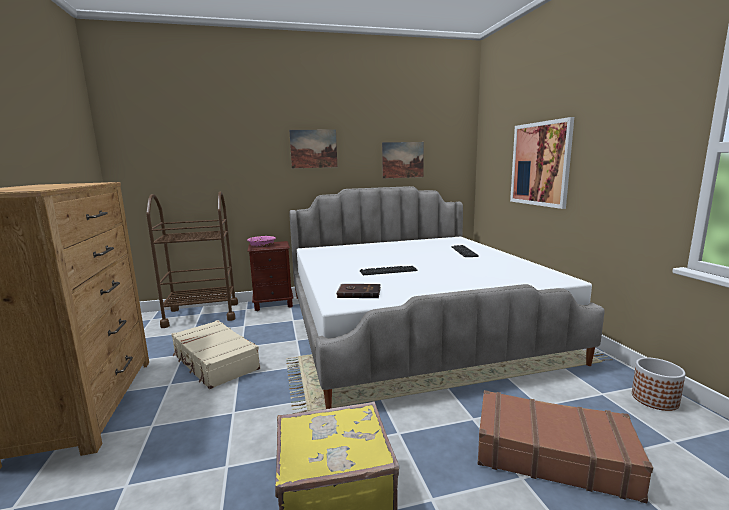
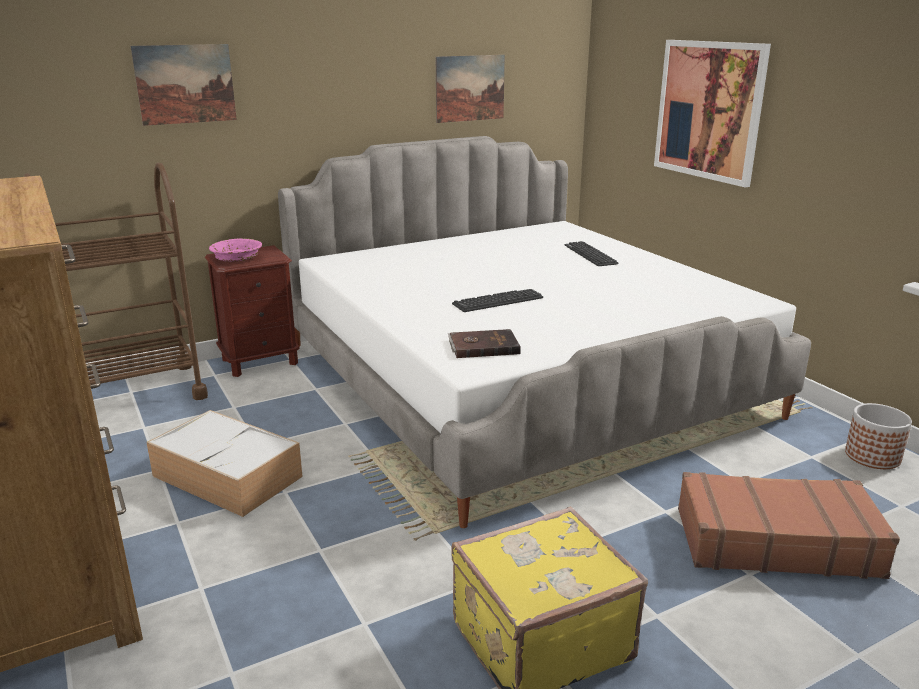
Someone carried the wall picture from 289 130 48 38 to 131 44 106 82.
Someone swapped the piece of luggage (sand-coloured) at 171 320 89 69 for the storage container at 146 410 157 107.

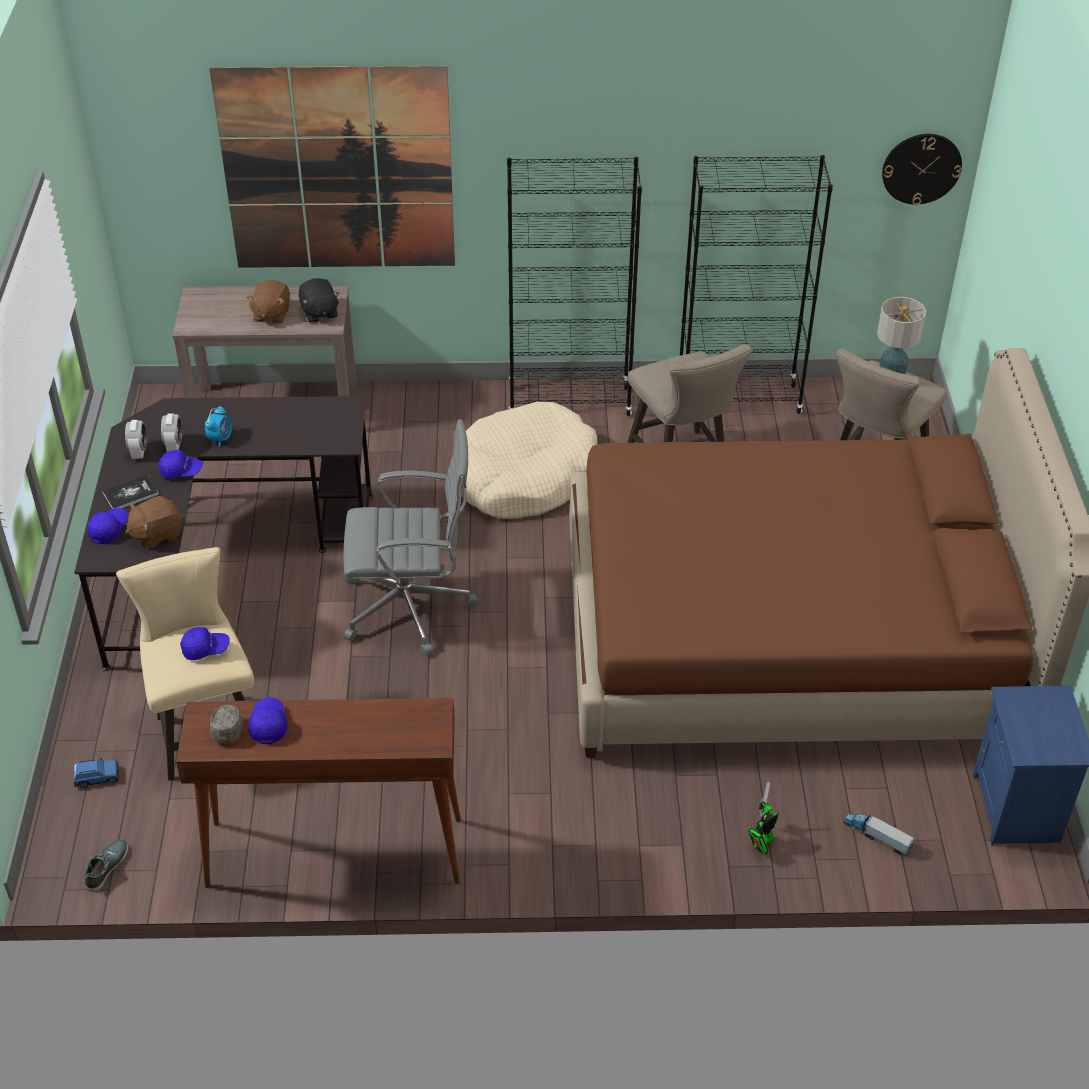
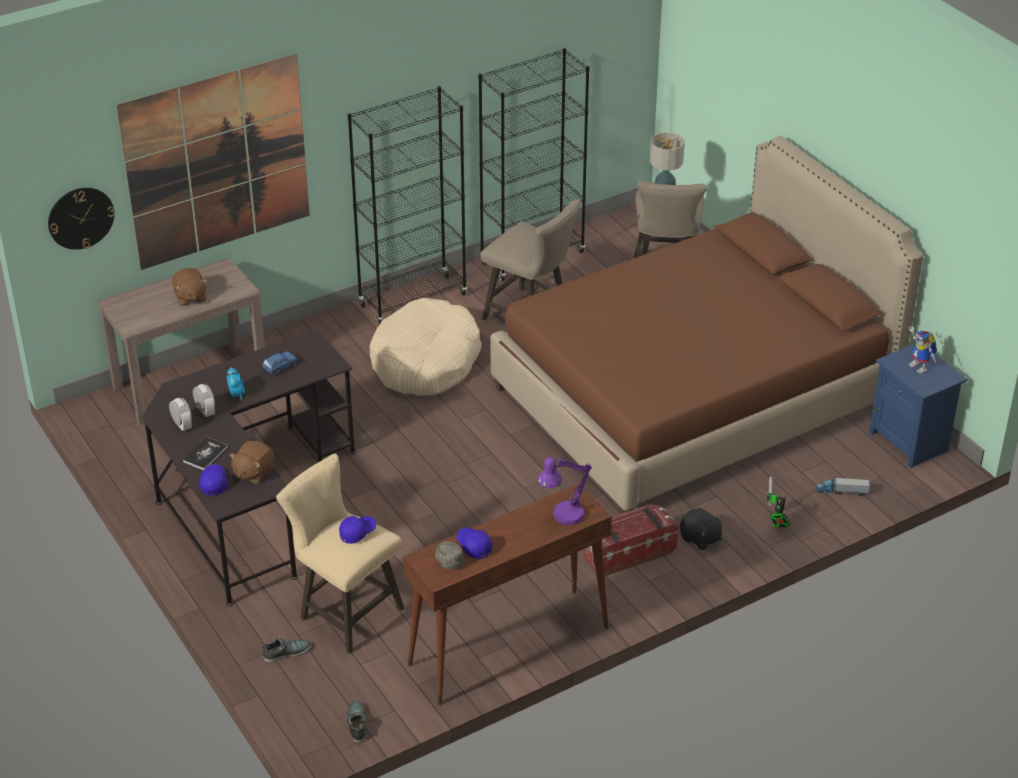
Someone took away the peaked cap (blue) at 159 450 44 29.
Someone took away the computer chair (gray) at 344 419 135 237.
Someone put down the item of footwear at 262 638 49 25.
Someone put down the table lamp (purple-coloured) at 538 456 54 69.
Someone put down the storage container at 582 504 96 72.
Someone put down the toy robot at 909 326 28 48.
Someone carried the model car (blue) from 74 758 45 30 to 262 351 36 25.
Someone carried the soft toy (blackish) from 299 278 41 45 to 680 508 42 42.
Someone carried the clock on the wall from 882 134 80 71 to 48 188 67 62.

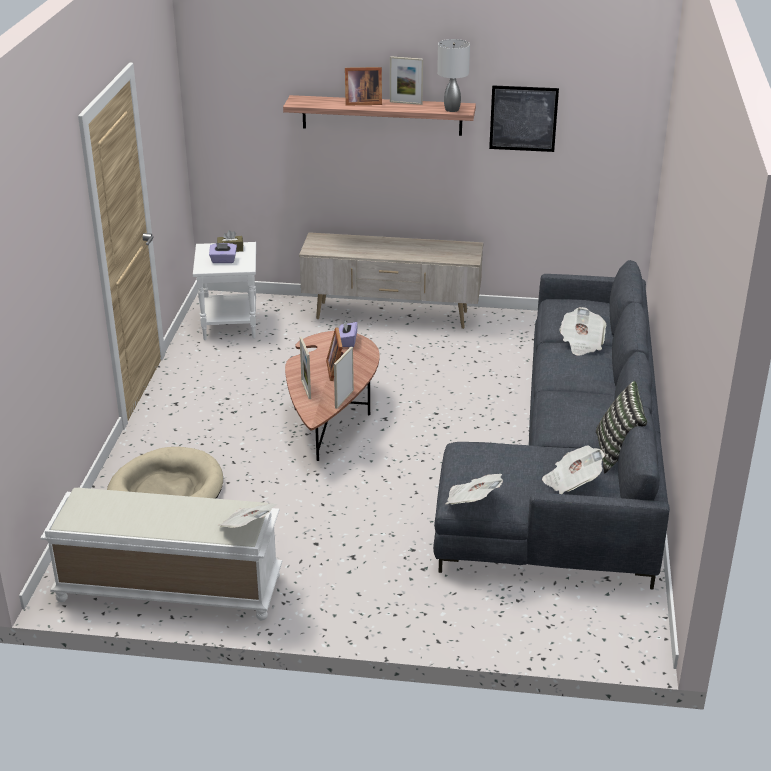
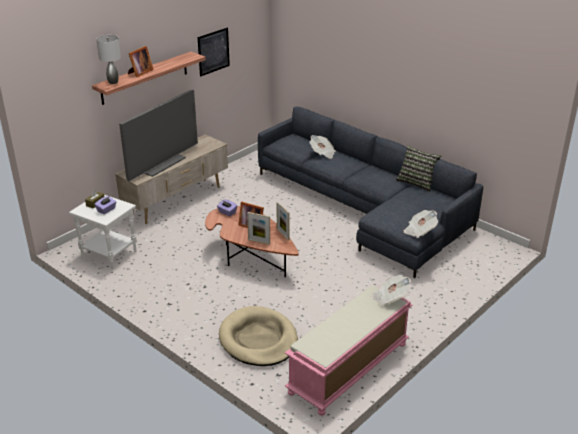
Someone took away the standing frame at 390 56 33 49.
Someone took away the printed paper at 542 446 63 48.
Someone put down the TV set at 119 90 79 92.
Someone carried the table lamp (gray) from 437 39 33 73 to 96 35 25 49.
Someone repainted the indoor bench (white) at 40 488 242 132, which became the indoor bench (pink) at 285 285 127 131.

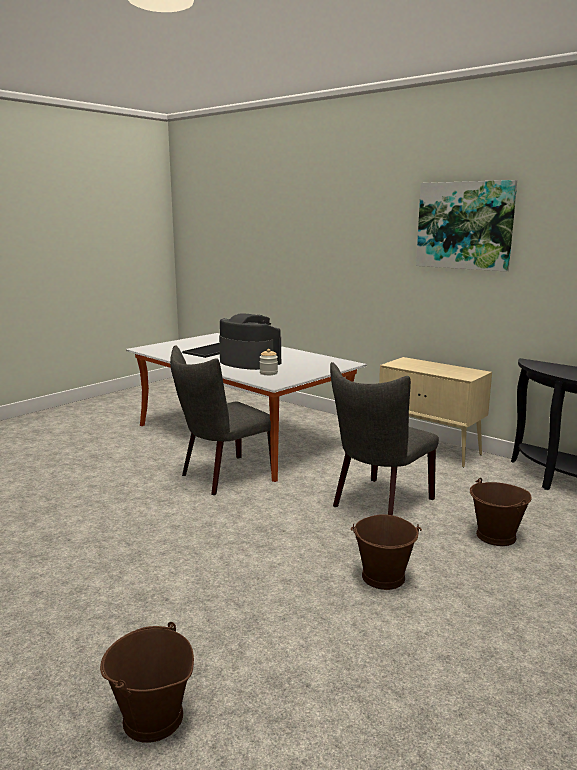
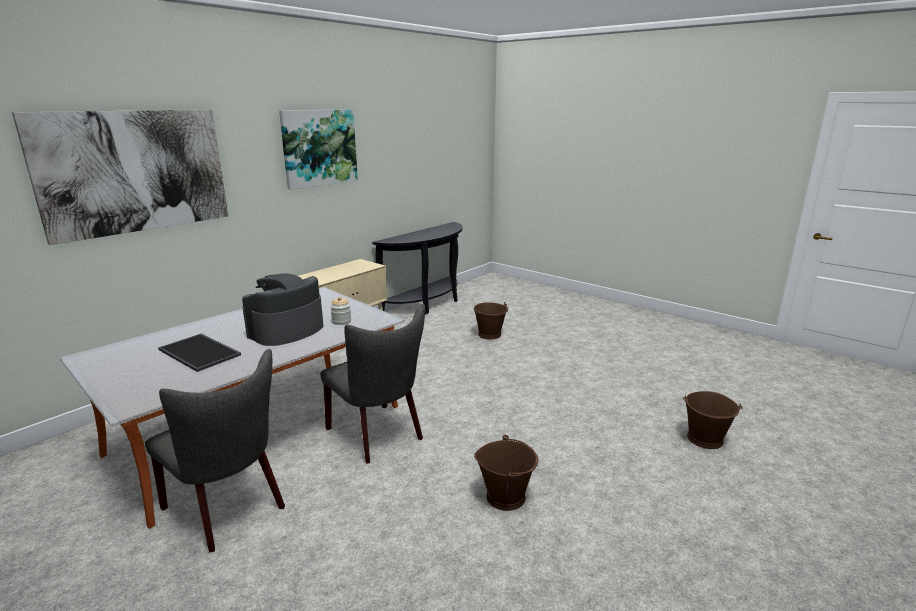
Someone put up the wall picture at 12 110 216 135.
Someone carried the plain chair (gray) from 330 362 109 153 to 145 349 140 204.
Someone carried the bucket (brown-coloured) from 351 514 71 76 to 474 435 64 76.

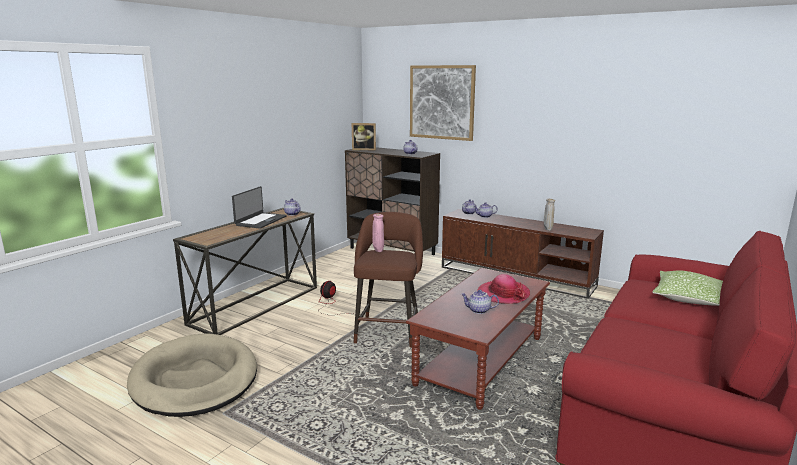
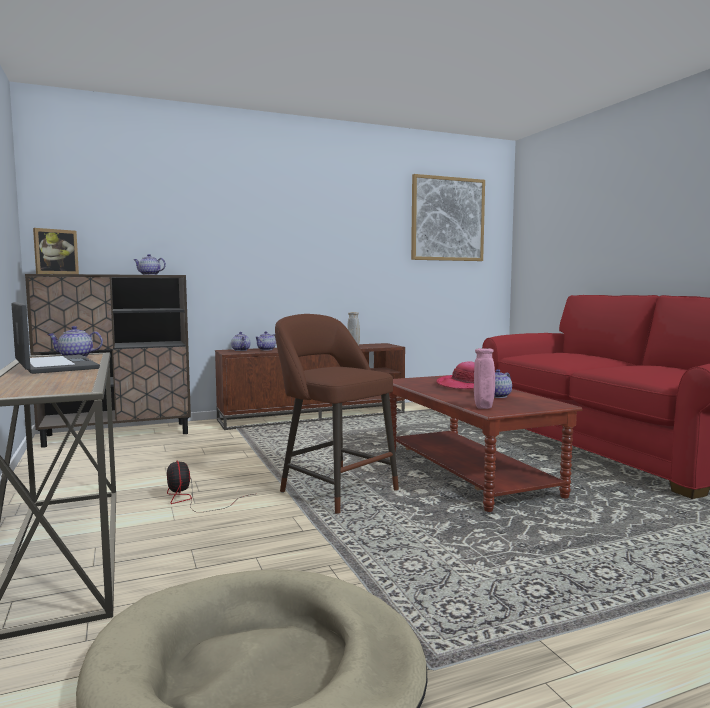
Someone took away the cushion at 652 270 71 36.
Someone carried the vase (pink) from 372 214 12 38 to 474 348 21 61.
Someone carried the wall picture from 410 65 66 76 to 411 174 74 87.

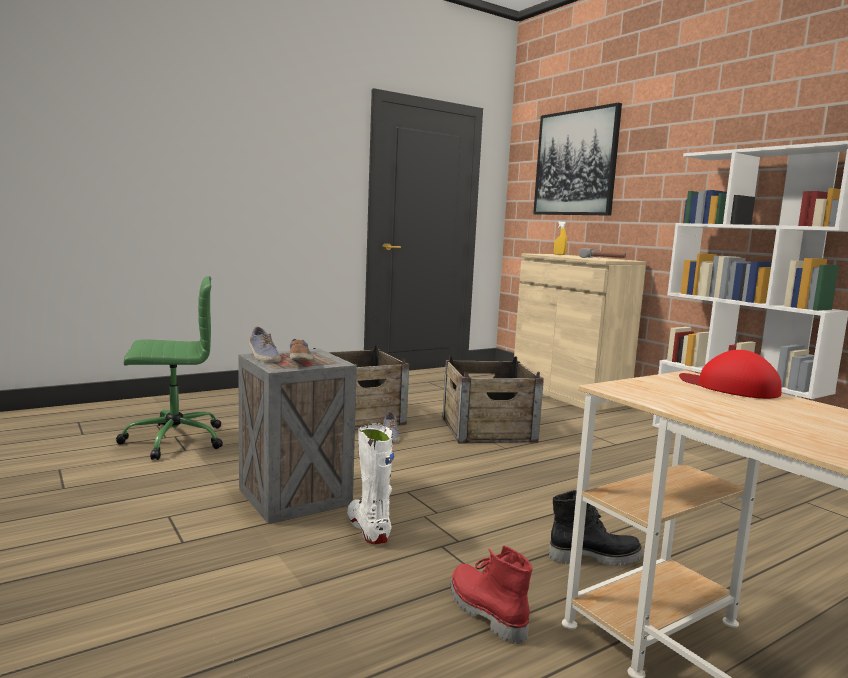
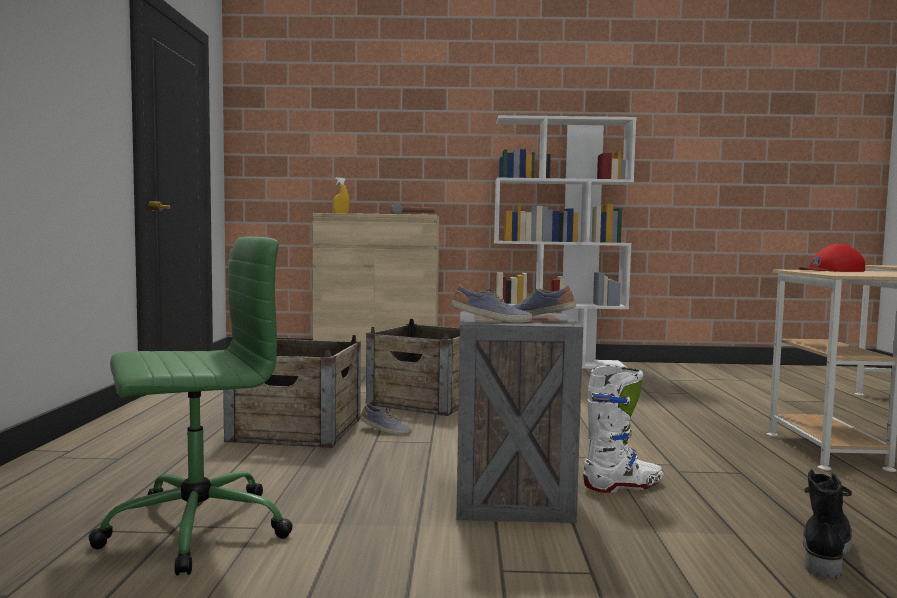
Someone took away the tall boot (reddish) at 451 545 82 99.
Someone took away the wall picture at 533 103 89 113.
Someone carried the tall boot (blackish) from 549 490 94 76 to 803 469 49 110.
Someone rotated the computer chair (greenish) at 116 276 107 184 by 45 degrees clockwise.
Someone rotated the tall boot (white) at 347 423 47 121 by 150 degrees clockwise.

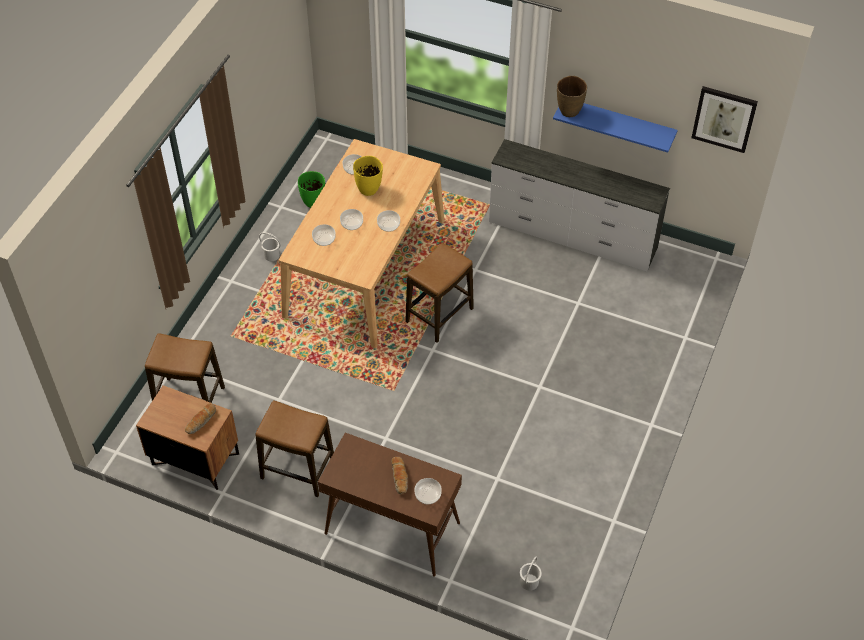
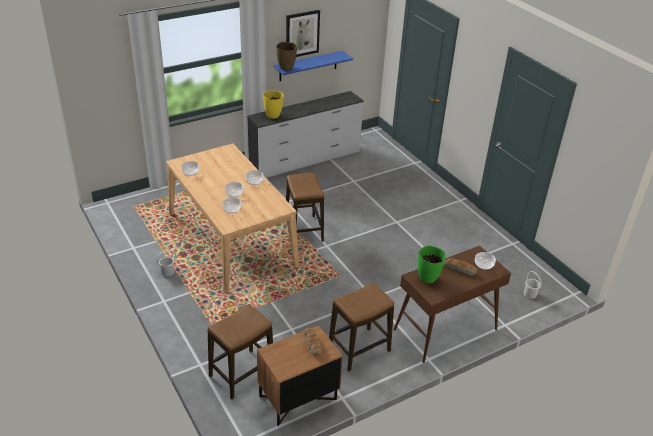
Someone carried the vase (greenish) from 298 171 27 37 to 418 246 28 37.
Someone carried the vase (yellowish) from 353 156 30 40 to 263 90 21 29.
Someone carried the wall picture from 691 86 67 67 to 286 10 34 47.

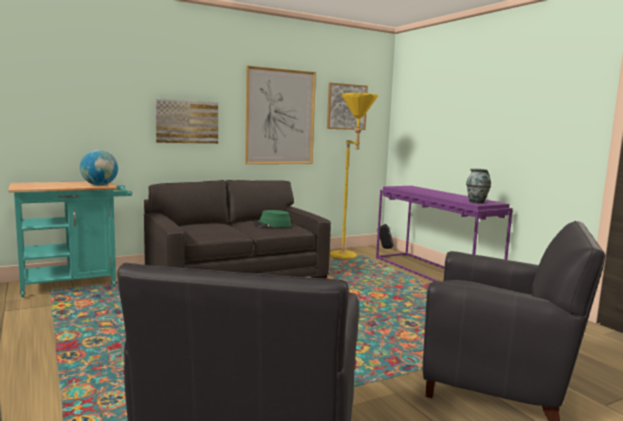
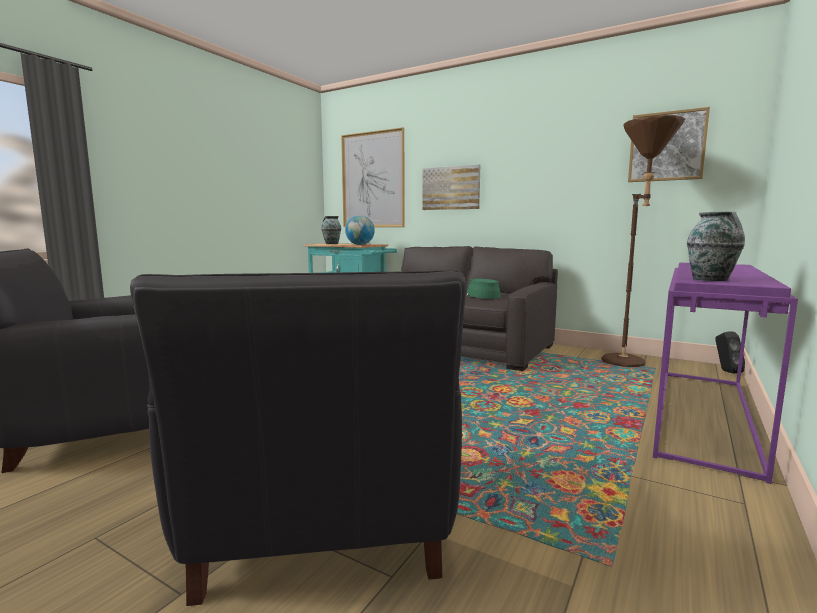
Someone put down the vase at 321 216 20 28.
Someone carried the wall picture from 245 66 71 98 to 341 127 63 100.
Someone repainted the standard lamp (yellowish) at 330 93 48 166, which became the standard lamp (brown-coloured) at 601 115 84 252.

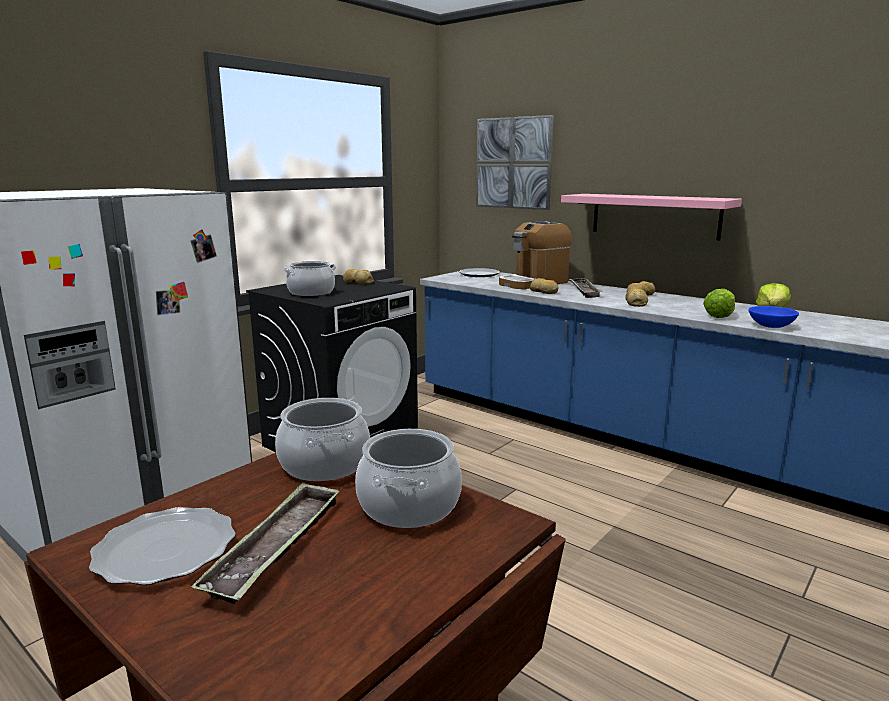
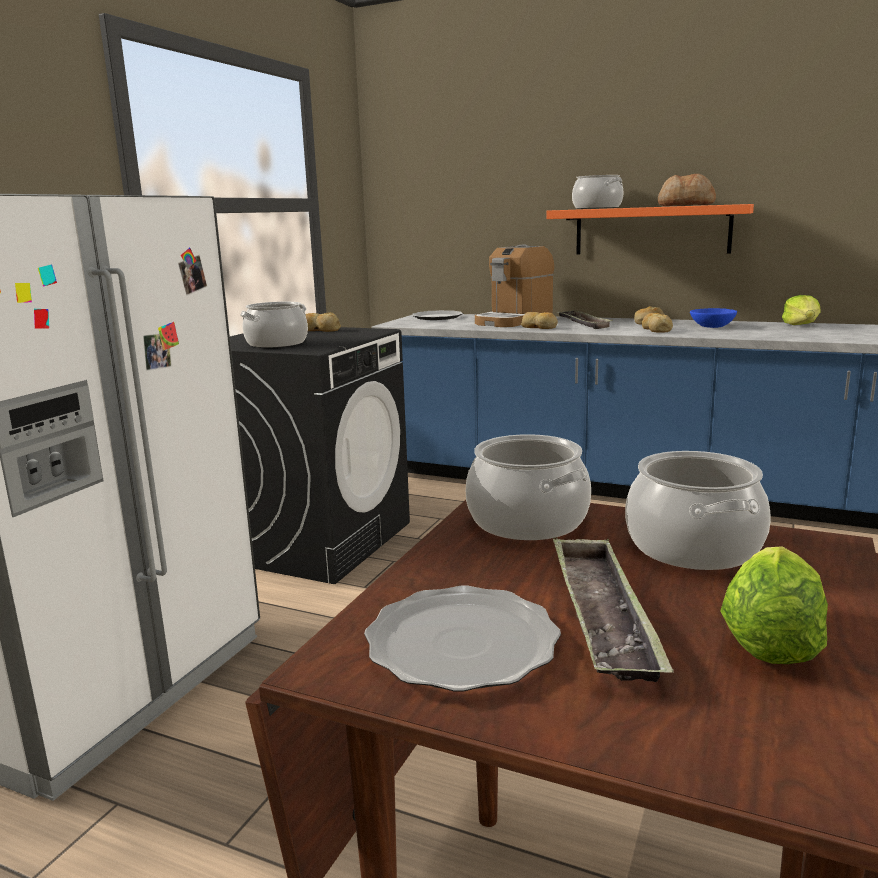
Someone took away the wall picture at 476 115 78 95.
Someone put down the cooking pot at 572 175 52 34.
Someone put down the bakery bread at 658 174 58 32.
Someone carried the head of lettuce from 703 289 32 29 to 720 546 108 118.
Someone carried the bowl (blue) from 748 306 51 22 to 690 308 47 20.
Someone repainted the shelf (pink) at 561 194 181 47, which became the shelf (orange) at 546 204 208 51.

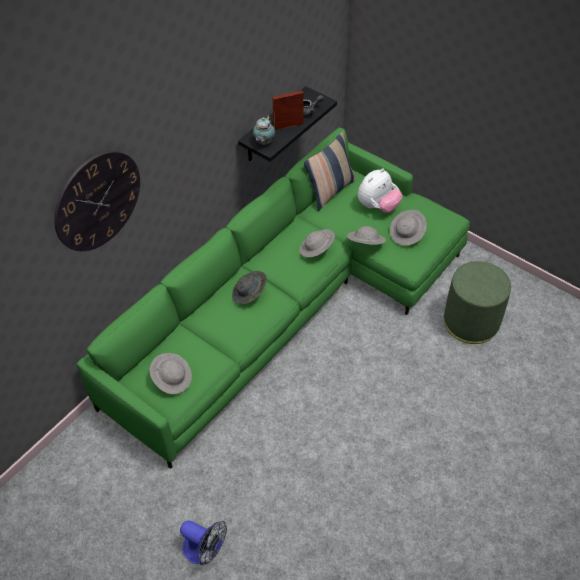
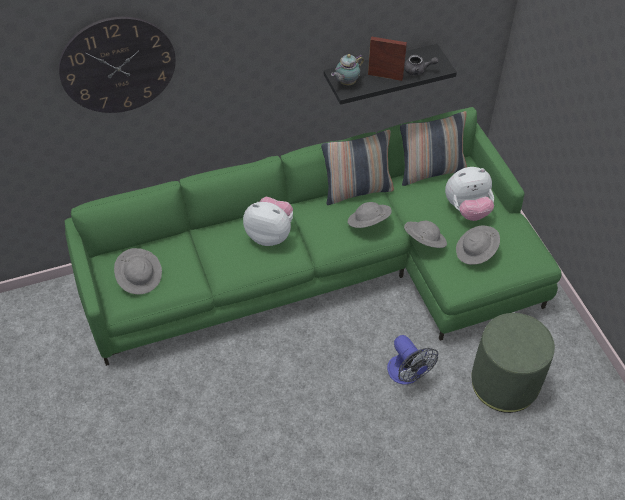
Someone put down the cushion at 321 130 73 75.
Someone carried the cooling fan from 180 521 47 44 to 387 335 51 50.
Someone swapped the clothing hat (gray) at 232 271 35 33 for the soft toy at 243 197 50 49.

